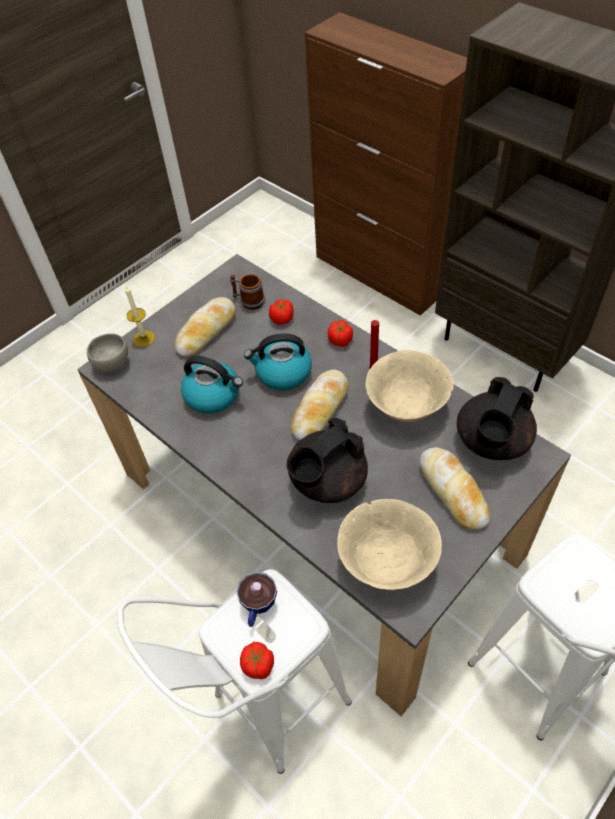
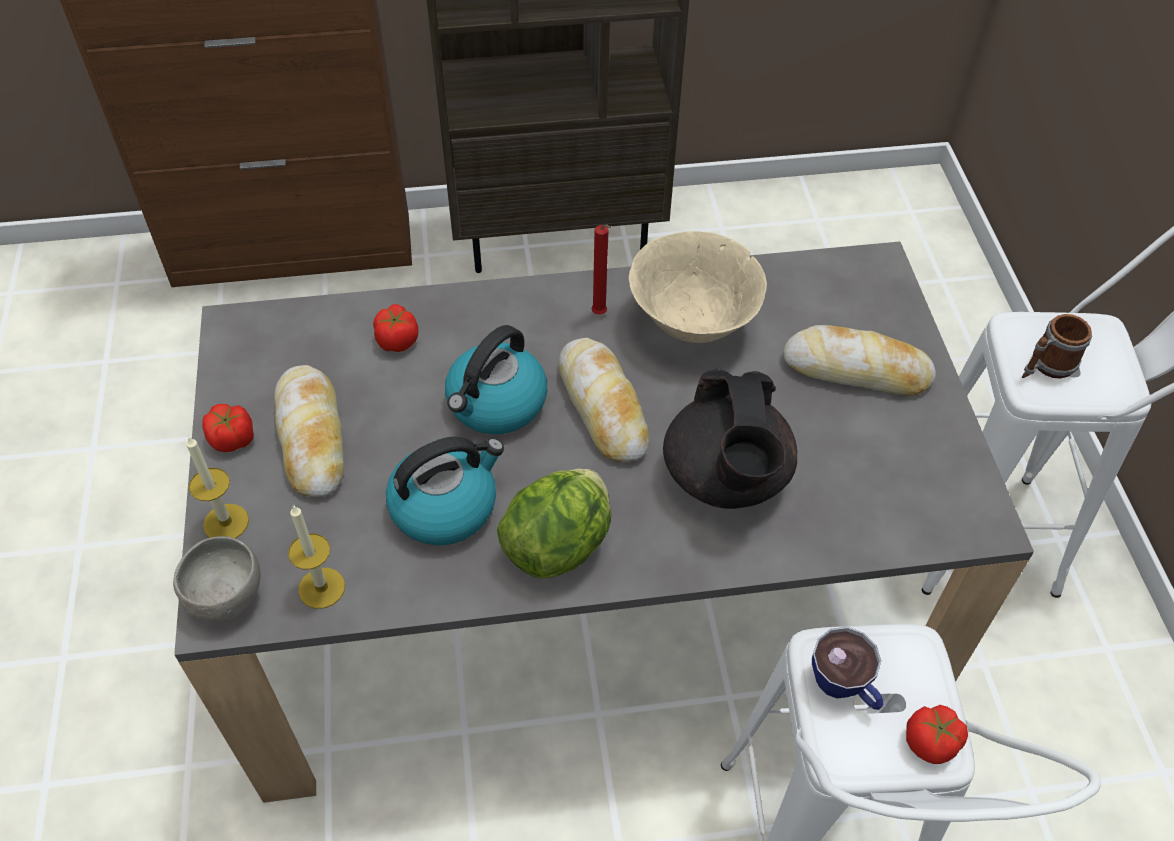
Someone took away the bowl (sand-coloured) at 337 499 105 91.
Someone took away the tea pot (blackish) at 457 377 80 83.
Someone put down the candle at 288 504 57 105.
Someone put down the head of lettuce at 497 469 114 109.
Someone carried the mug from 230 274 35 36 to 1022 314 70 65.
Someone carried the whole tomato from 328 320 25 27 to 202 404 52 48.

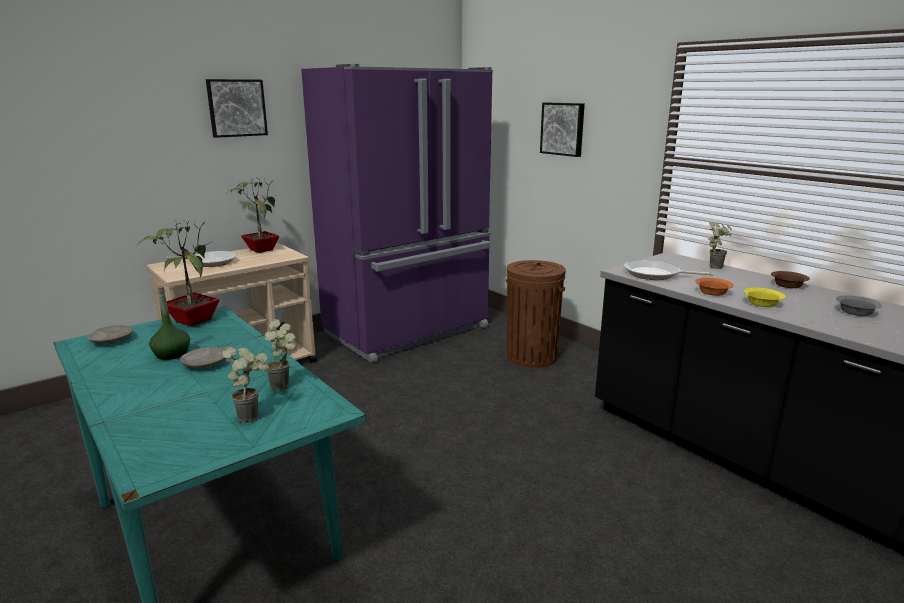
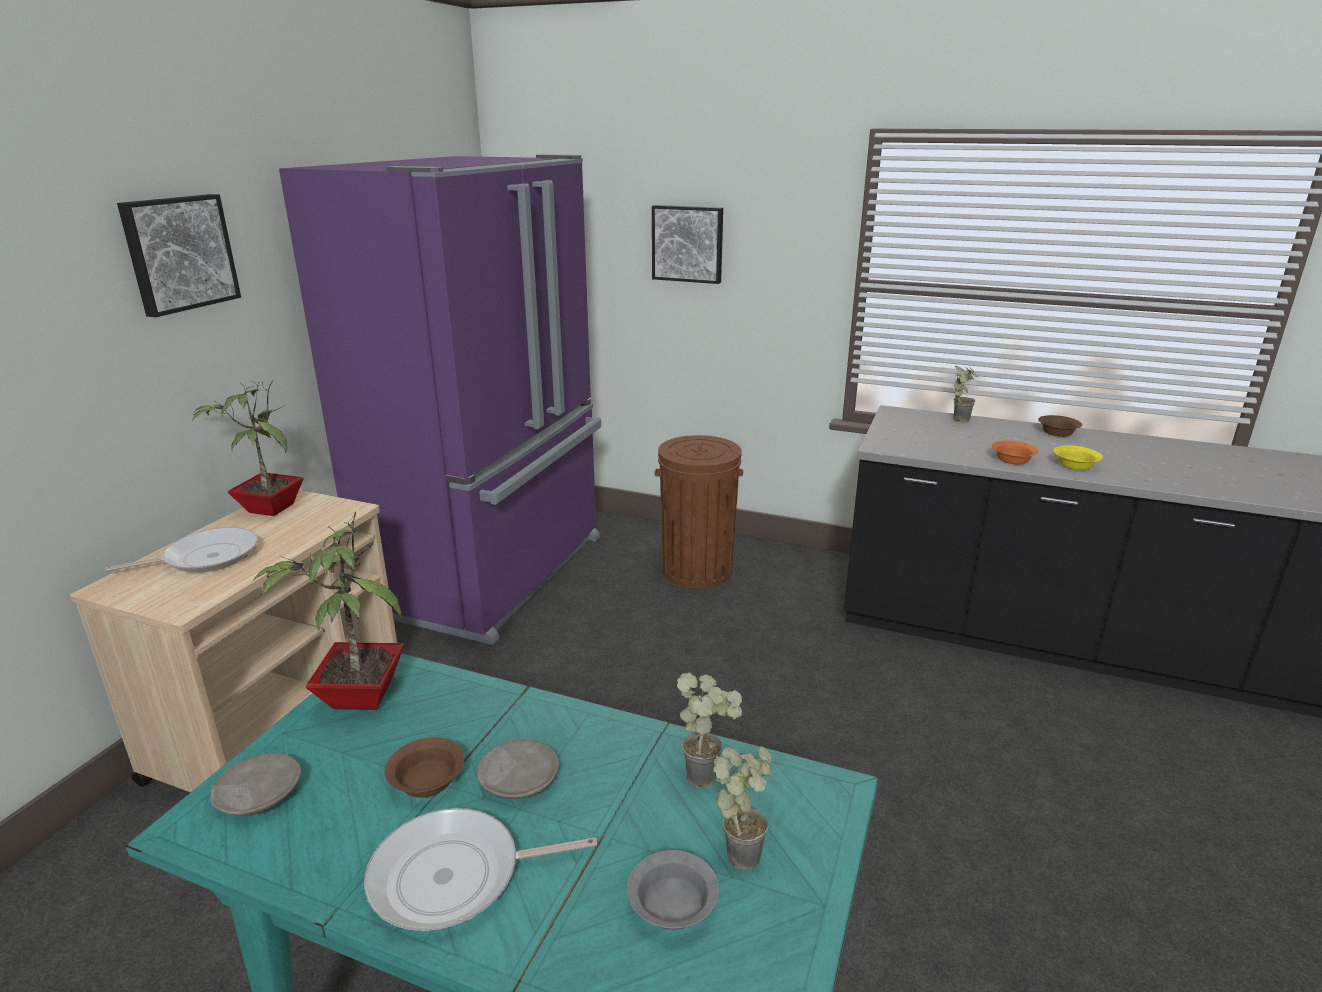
Someone carried the skillet from 624 260 89 20 to 364 808 233 123.
Someone carried the bowl (gray) from 836 295 46 21 to 627 850 92 80.
Someone swapped the drink bottle (greenish) at 149 286 41 74 for the bowl (brown-coloured) at 385 737 79 61.

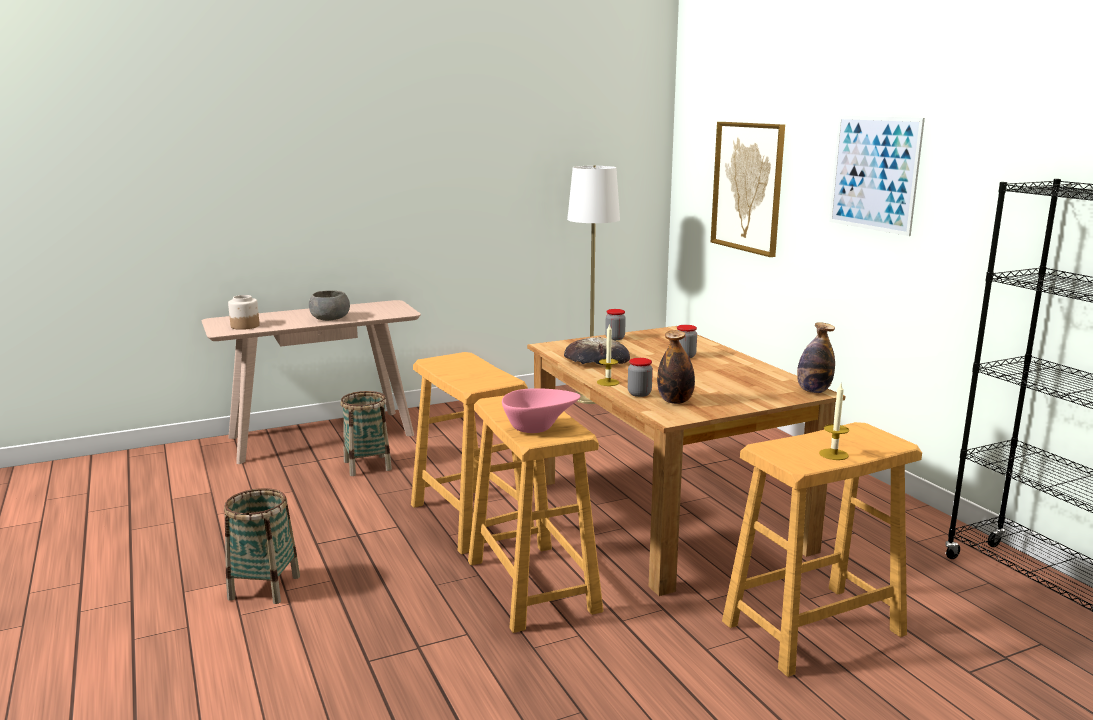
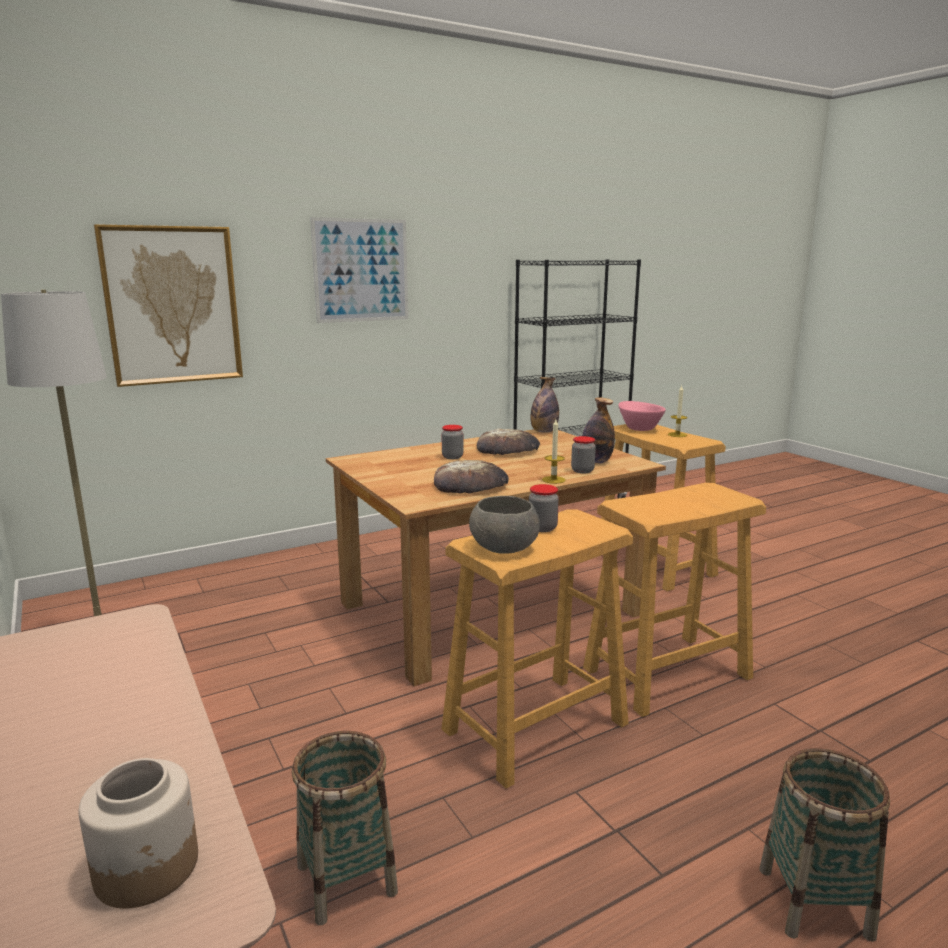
Someone put down the bakery bread at 477 429 63 26.
Someone carried the bowl (gray) from 309 290 41 31 to 469 496 71 58.
Someone carried the bowl (pink) from 502 388 78 45 to 618 401 48 30.
Someone carried the storage jar from 605 309 21 31 to 529 484 30 48.

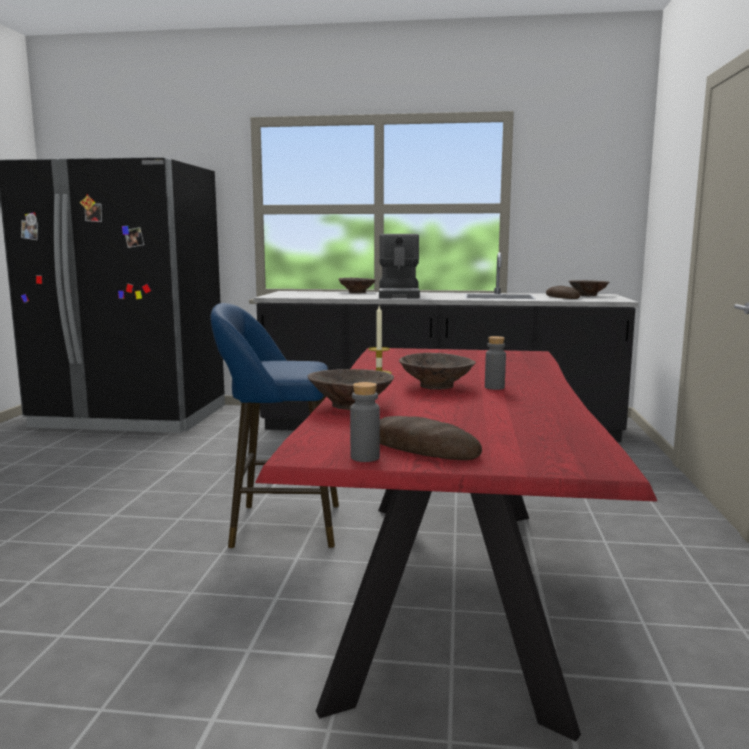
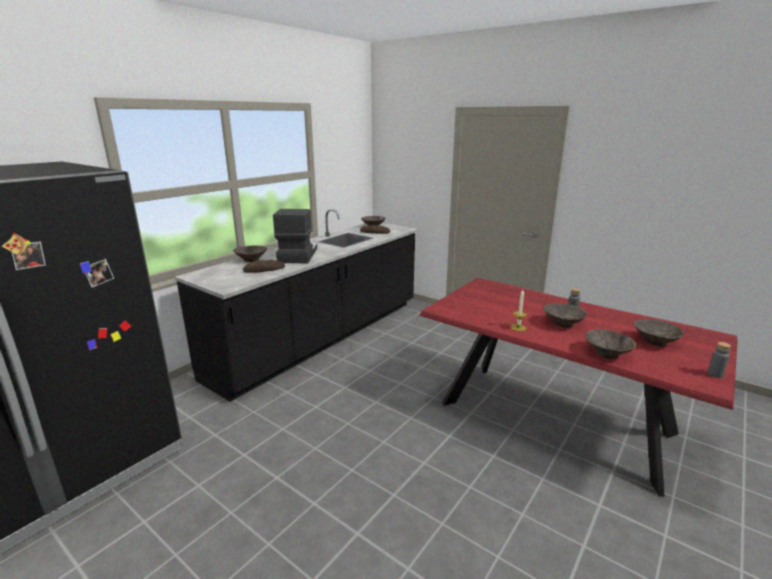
Someone took away the stool (blue) at 211 303 128 245.
Someone put down the bowl (brown-coloured) at 633 319 51 27.
Someone carried the bakery bread from 380 416 102 44 to 243 260 42 13.
Someone rotated the coffee maker at 379 234 41 64 by 120 degrees counterclockwise.

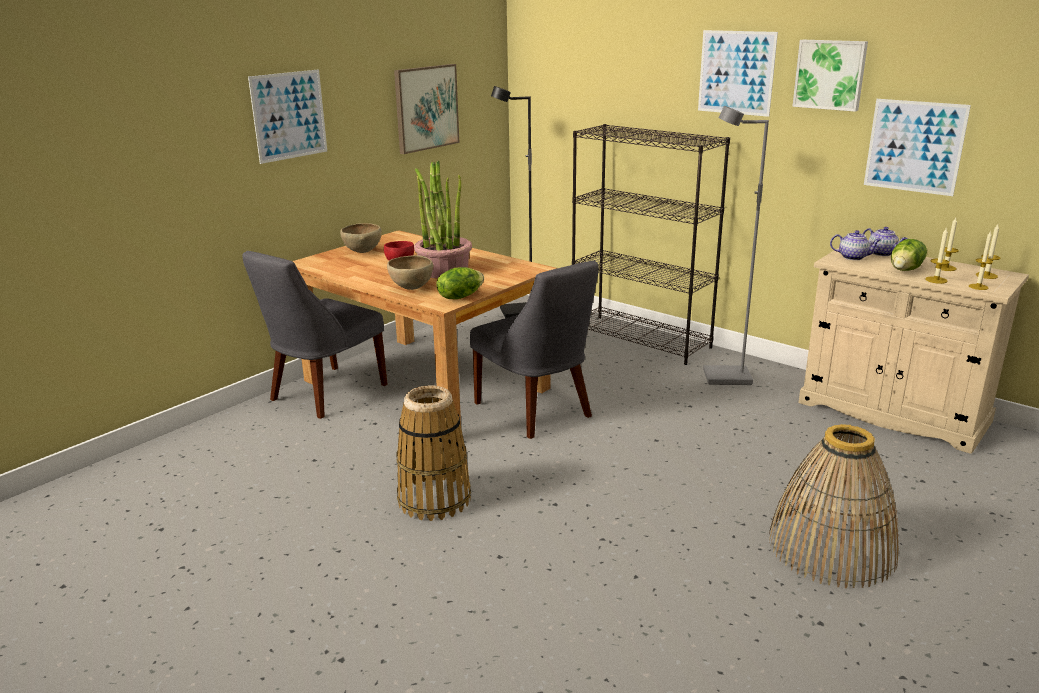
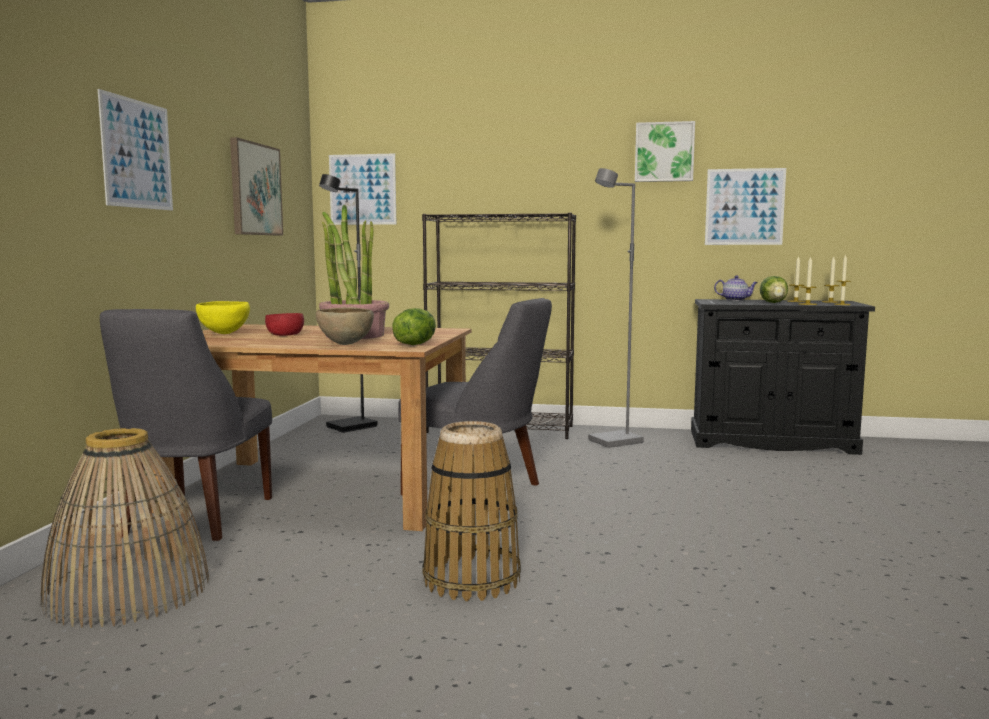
Someone took away the tea pot at 830 230 51 30.
Someone carried the wall picture from 698 30 80 87 to 329 153 67 72.
Someone carried the storage basket from 769 424 130 164 to 41 428 168 200.
Someone repainted the bowl (brown-coloured) at 340 223 42 30, which became the bowl (yellowish) at 196 301 54 33.
Someone repainted the storage cabinet (sand-coloured) at 799 248 230 206, which became the storage cabinet (blackish) at 691 299 184 156.

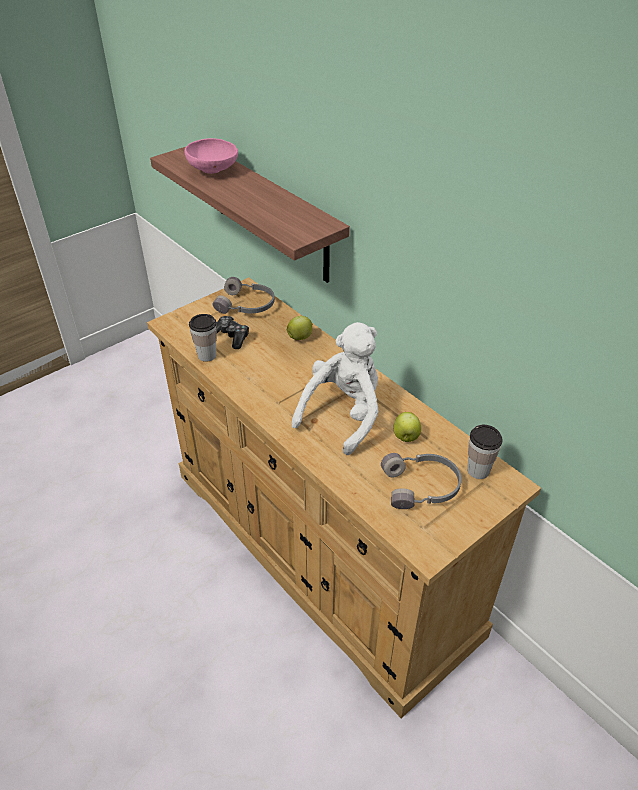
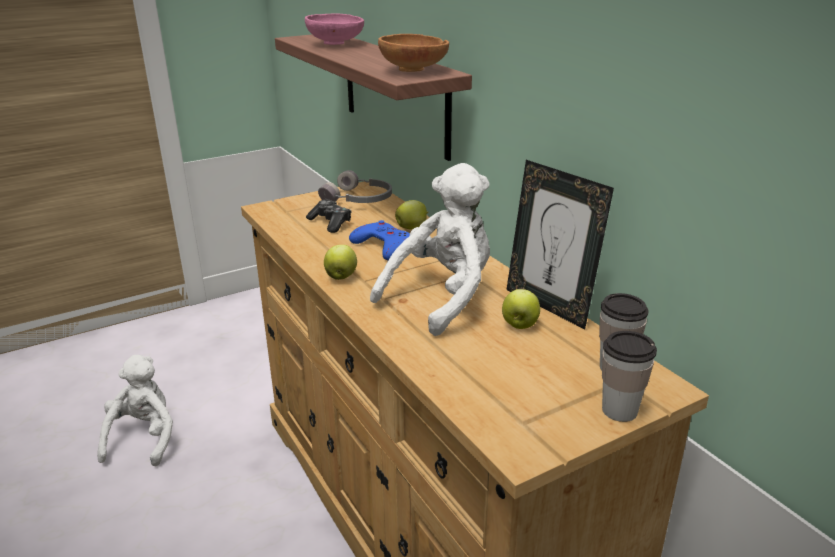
Someone took away the pair of headphones (gray) at 381 453 81 56.
Someone put down the soft toy (white) at 97 355 76 111.
Someone put down the apple fruit at 324 245 33 35.
Someone put down the game controller (blue) at 349 220 61 40.
Someone put down the bowl (brown-coloured) at 378 34 71 38.
Someone put down the standing frame at 506 160 108 169.
Someone carried the cup from 189 314 28 48 to 602 331 55 91.

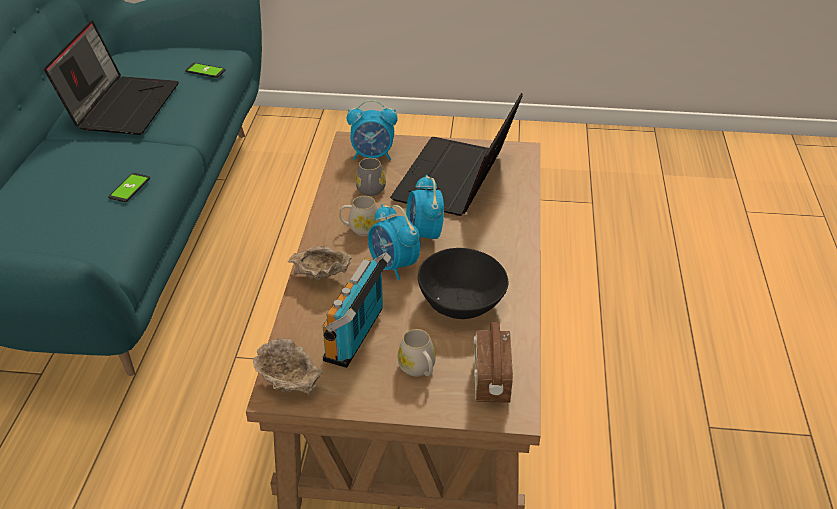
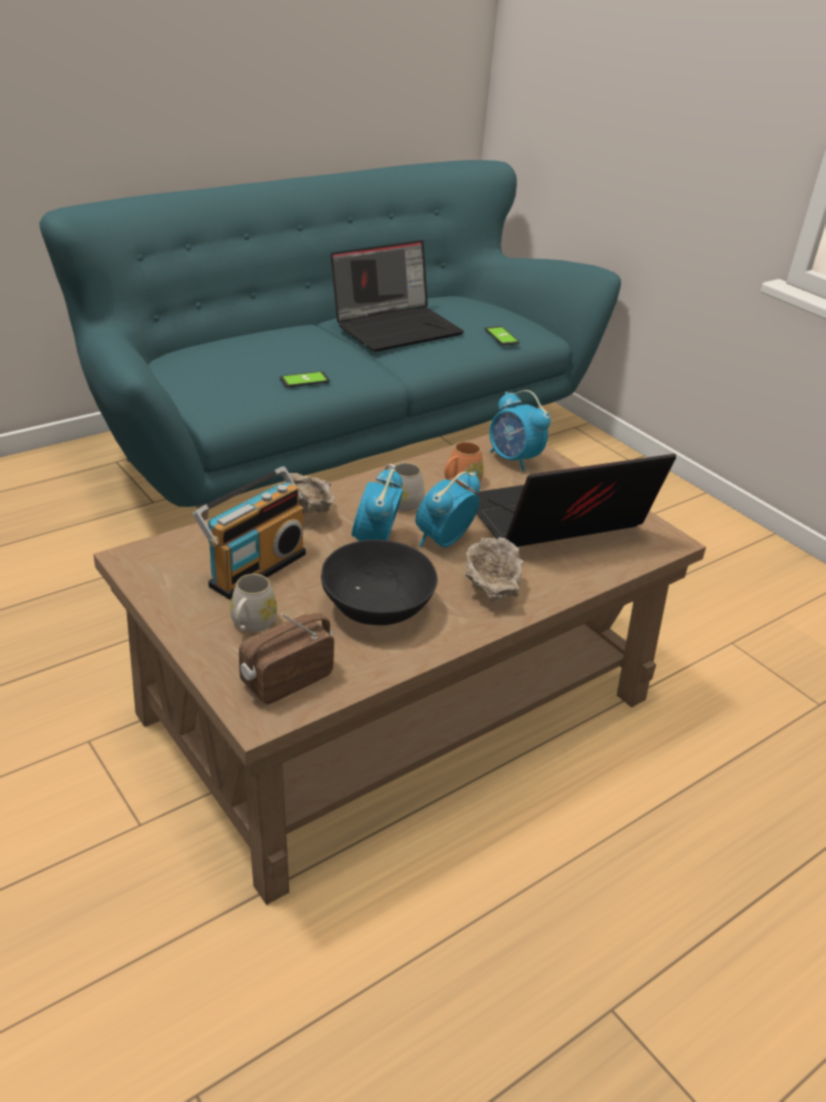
Someone carried the bowl (sand-coloured) from 253 338 70 58 to 464 537 60 65.
Someone repainted the mug (gray) at 355 158 31 38, which became the mug (orange) at 444 442 40 46.
Someone rotated the radio set at 323 252 68 116 by 150 degrees clockwise.

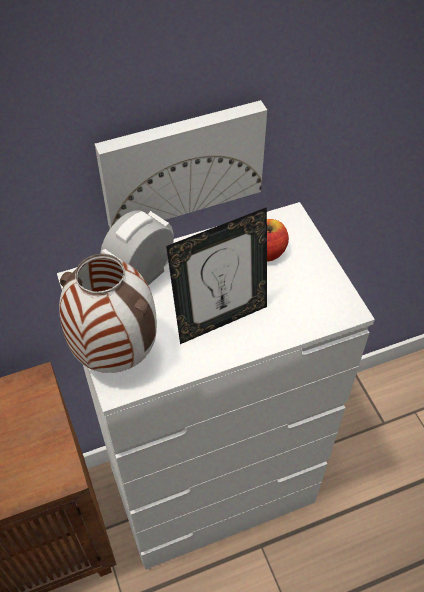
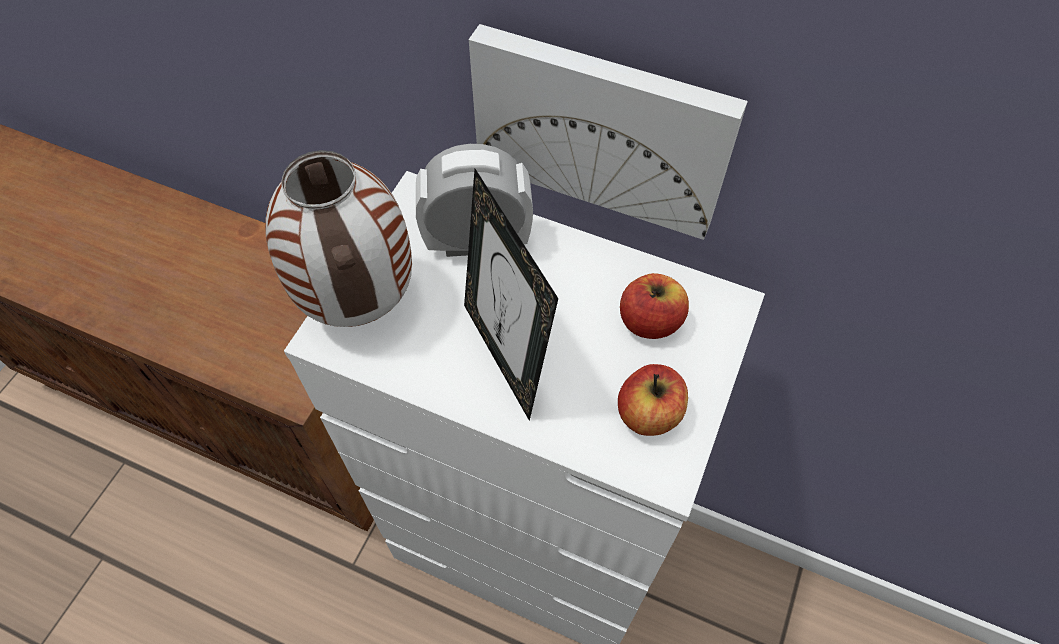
Someone put down the apple fruit at 618 364 70 72.
Someone rotated the standing frame at 166 207 101 137 by 45 degrees clockwise.

